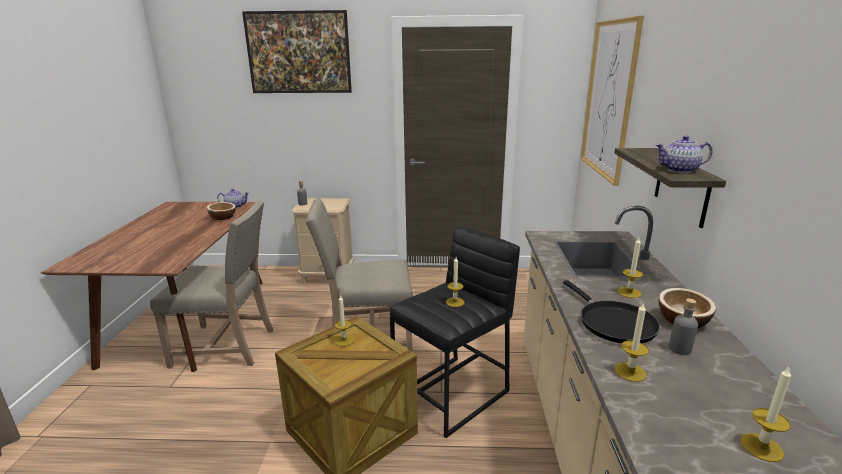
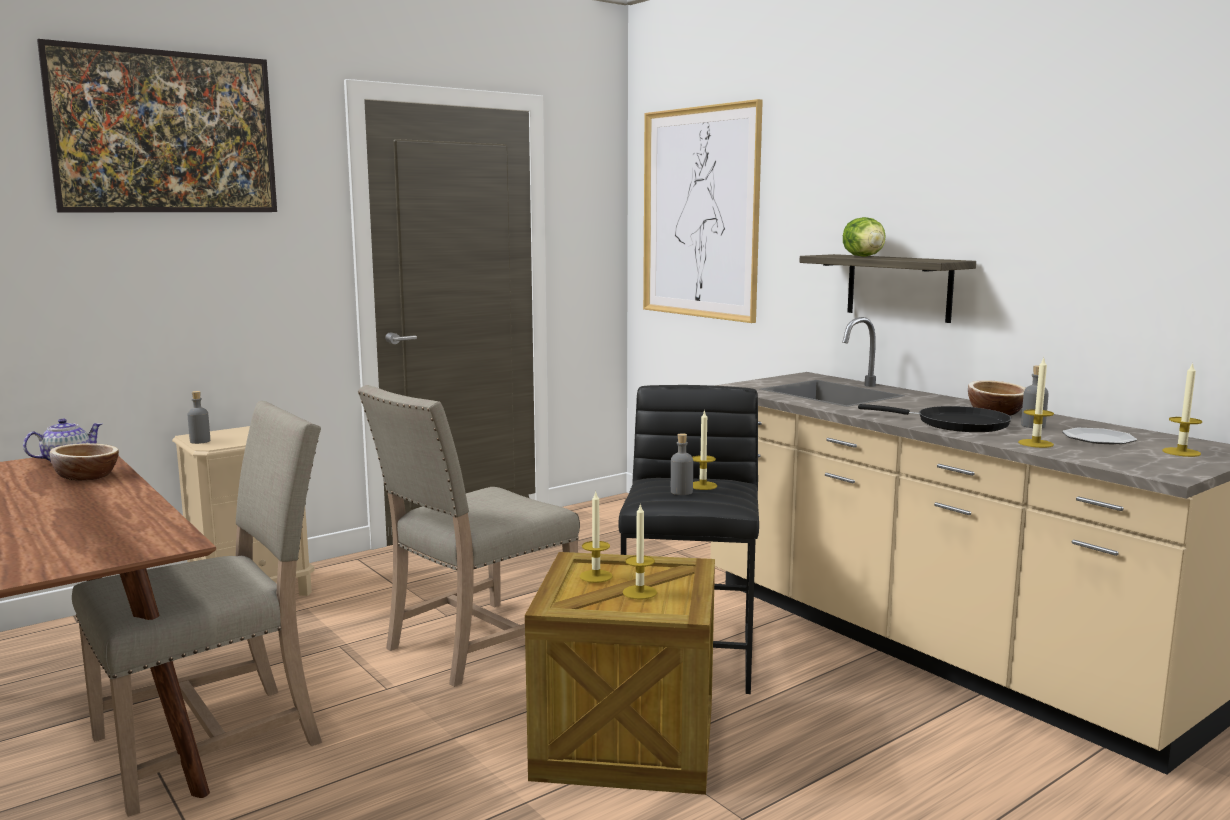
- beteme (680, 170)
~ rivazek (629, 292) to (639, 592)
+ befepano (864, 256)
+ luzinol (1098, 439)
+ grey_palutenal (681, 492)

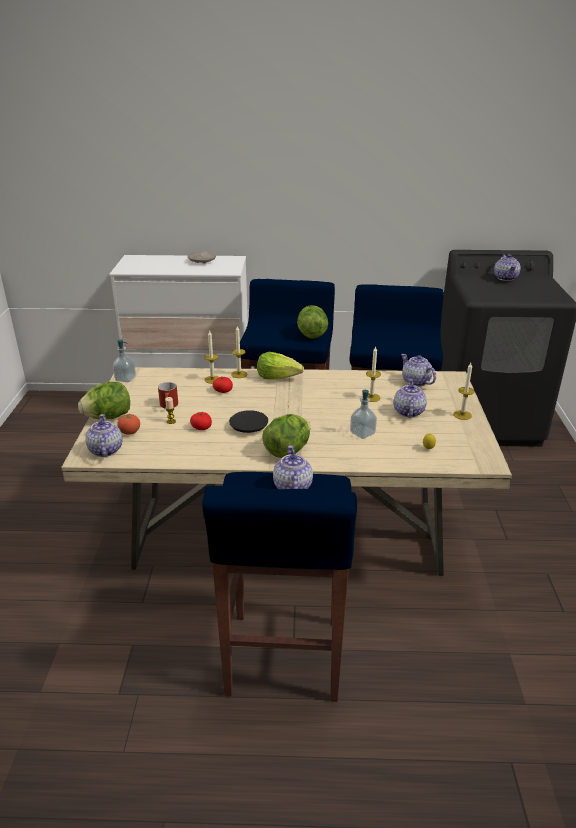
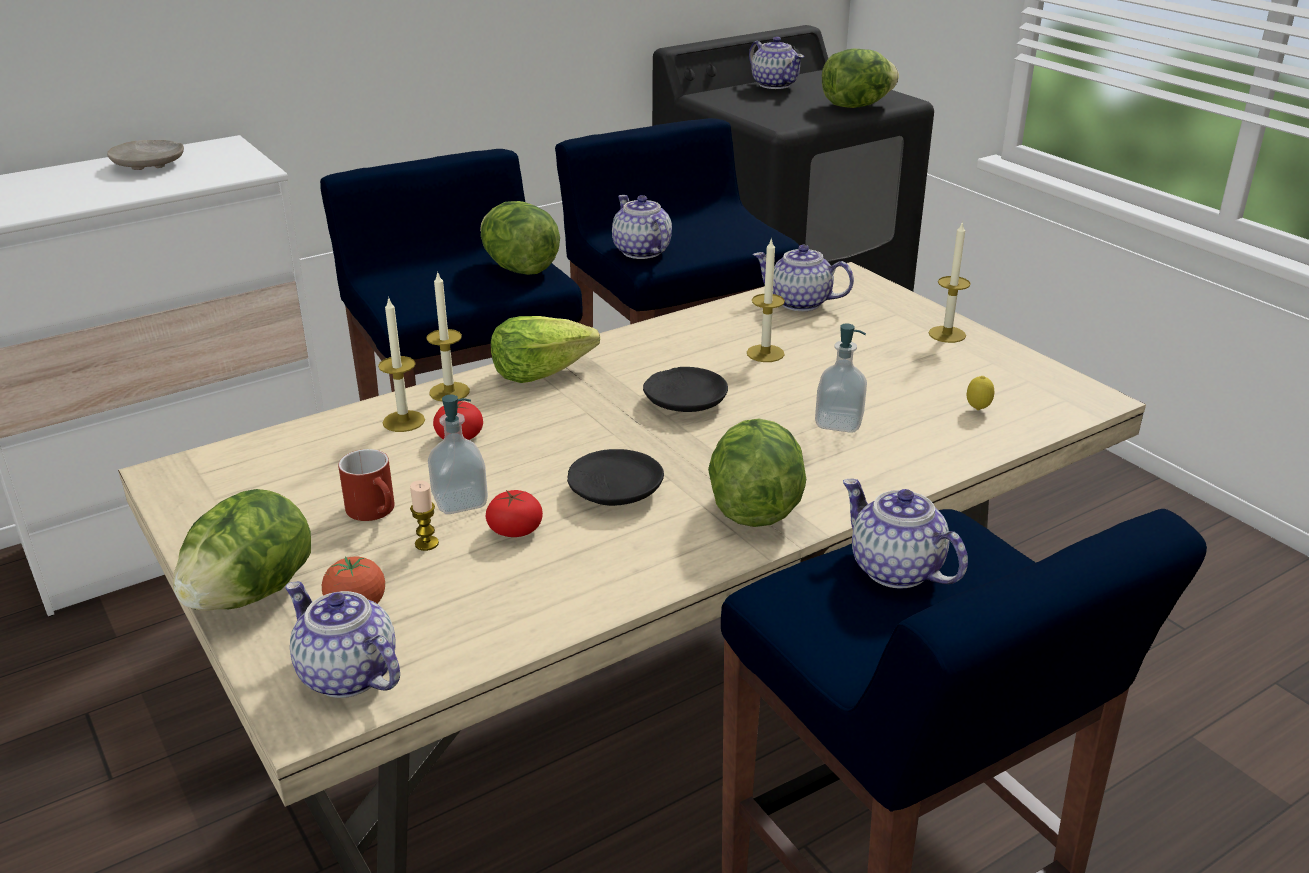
~ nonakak (125, 378) to (460, 501)
~ beteme (408, 412) to (641, 252)
+ befepano (856, 106)
+ black_luzinol (685, 402)

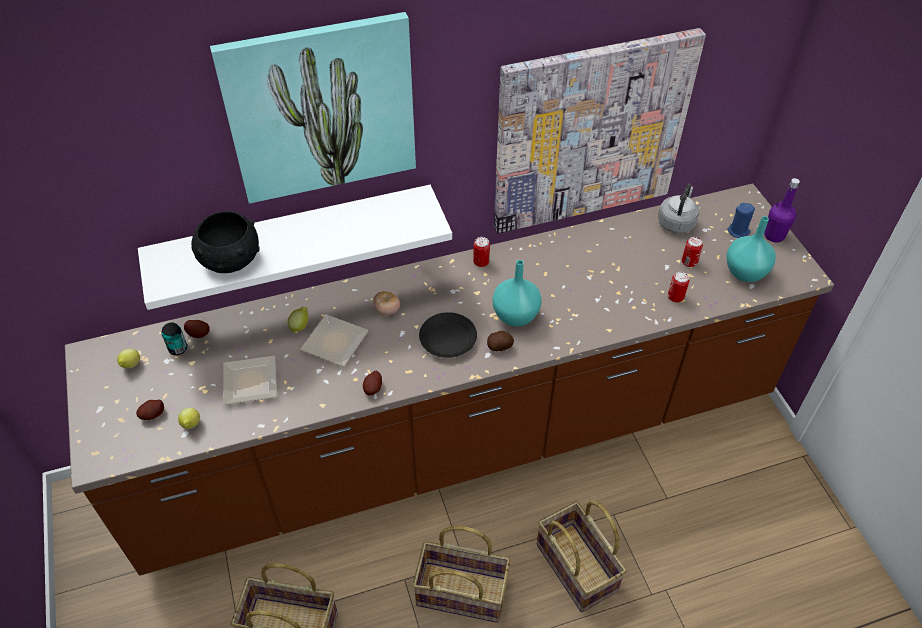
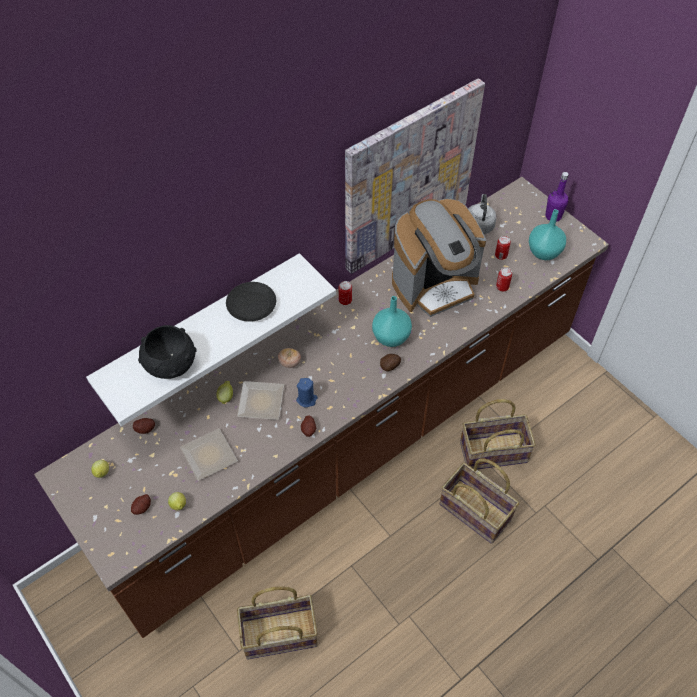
- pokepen (321, 109)
~ blue_rivazek (738, 231) to (306, 399)
~ black_luzinol (447, 339) to (251, 305)
- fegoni (178, 348)
~ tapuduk (462, 591) to (493, 451)
+ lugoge (435, 285)

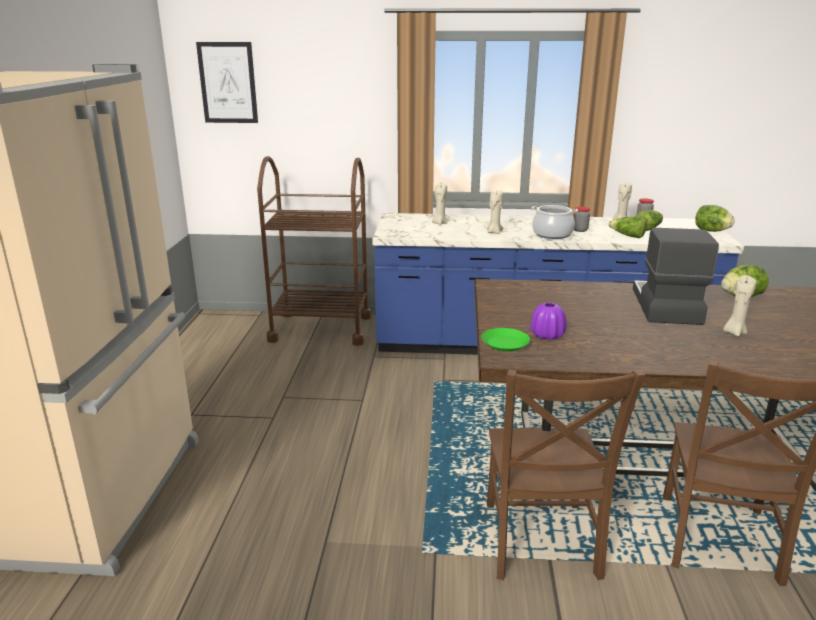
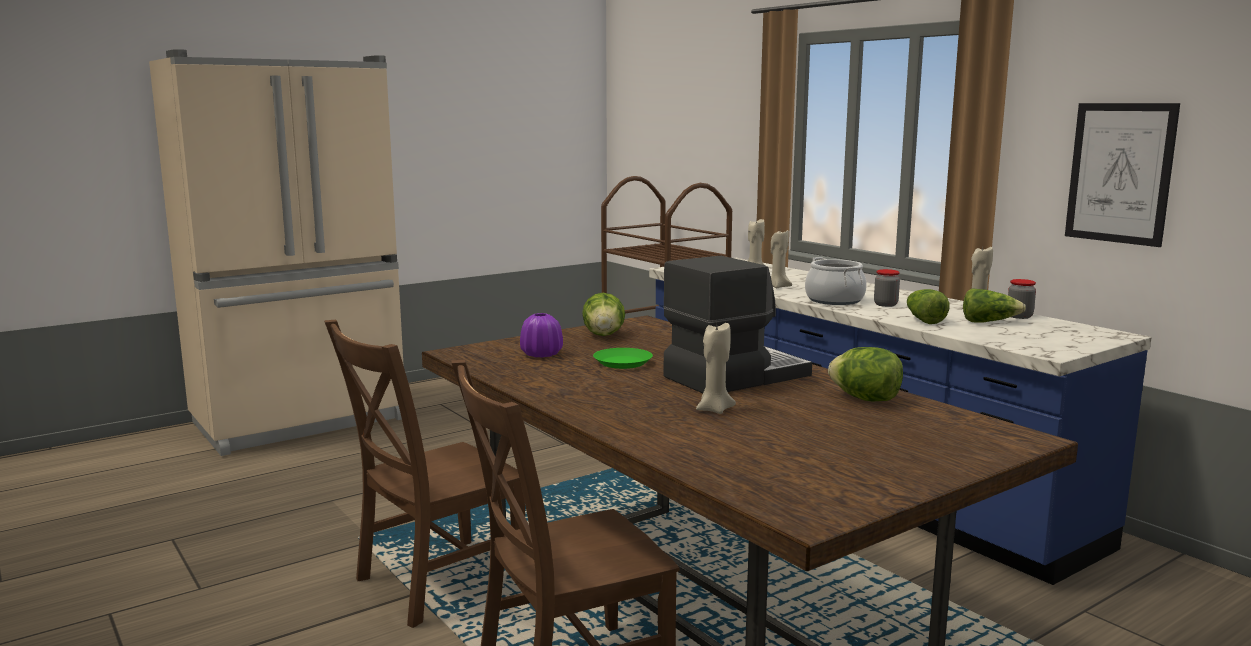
~ pokepen (228, 83) to (1120, 173)
~ befepano (711, 231) to (603, 335)
~ green_luzinol (505, 344) to (622, 363)

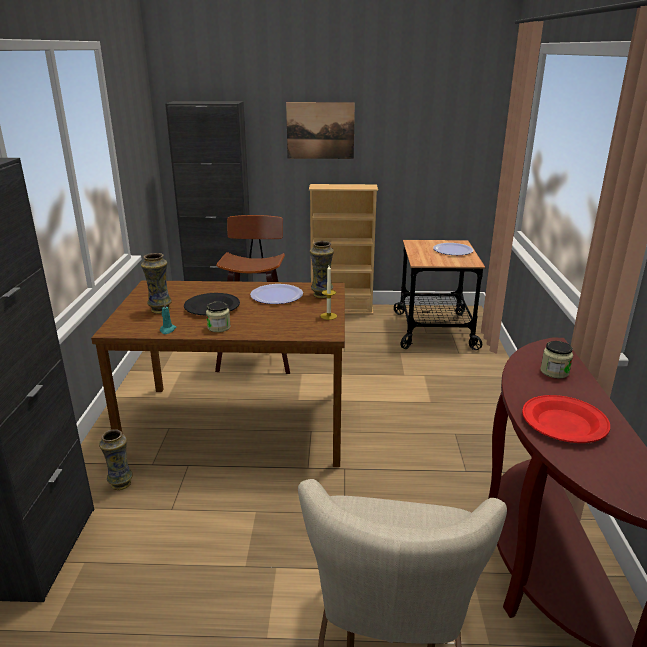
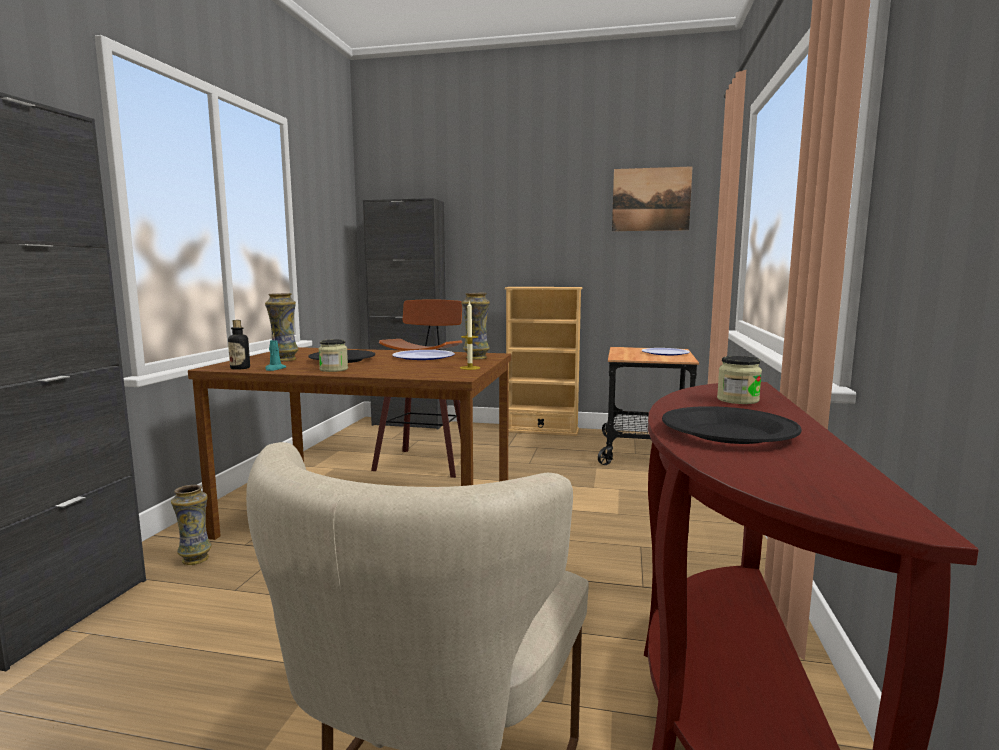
~ pokepen (320, 130) to (651, 199)
~ red_luzinol (563, 423) to black_luzinol (728, 432)
+ palutenal (240, 368)

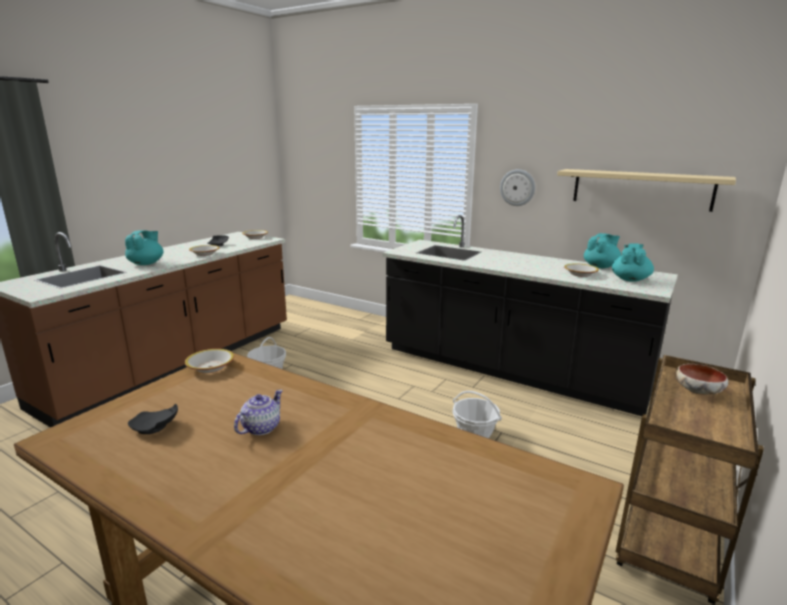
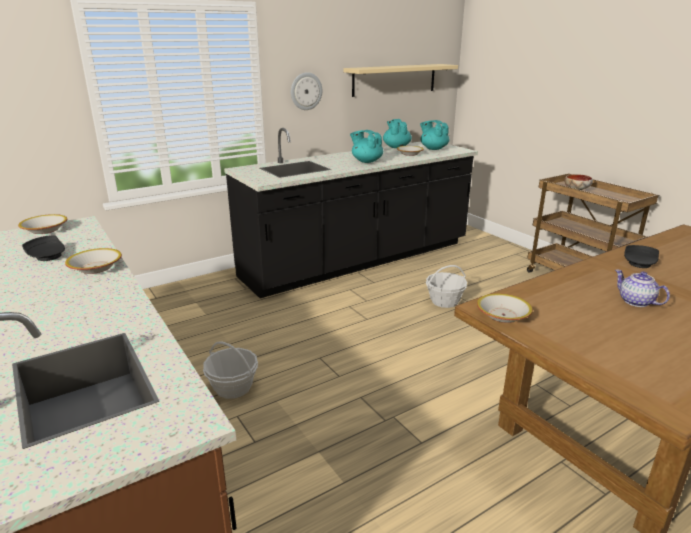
~ turquoise_beteme (146, 263) to (366, 161)
~ black_luzinol (155, 428) to (640, 263)

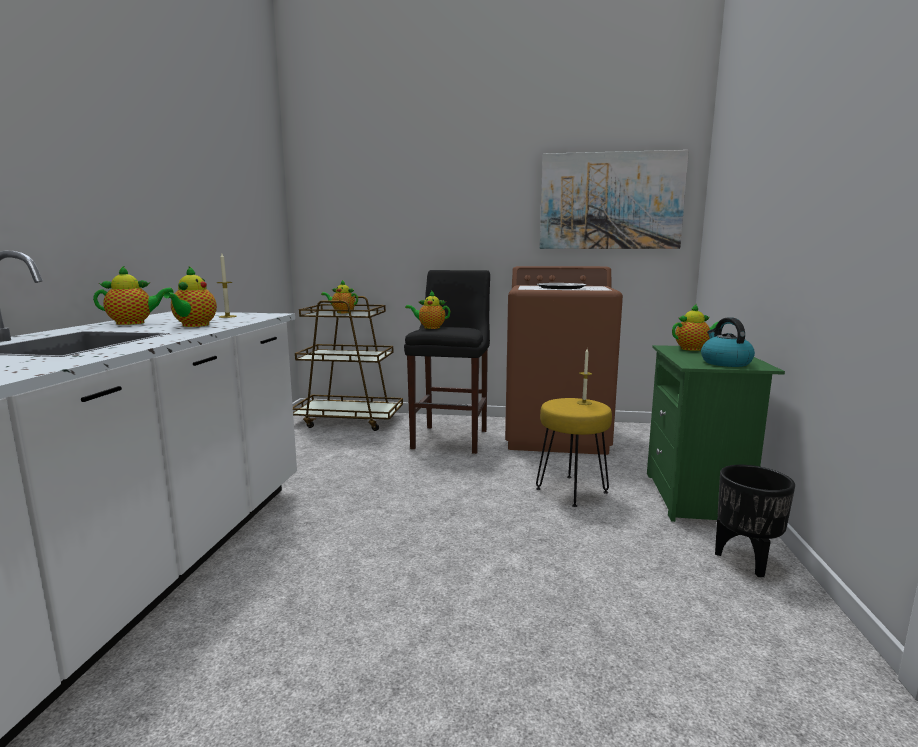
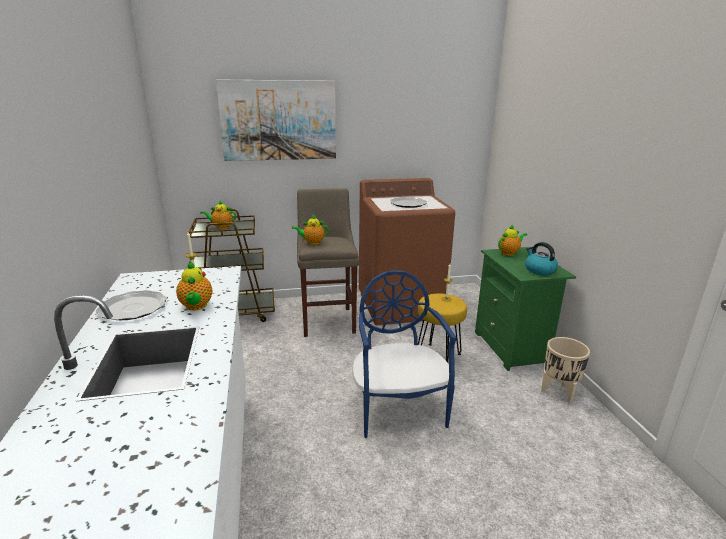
~ pokepen (610, 201) to (279, 120)
~ beteme (134, 323) to luzinol (133, 308)
~ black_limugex (452, 437) to beige_limugex (328, 320)
~ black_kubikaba (746, 561) to beige_kubikaba (558, 393)
+ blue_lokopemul (398, 408)

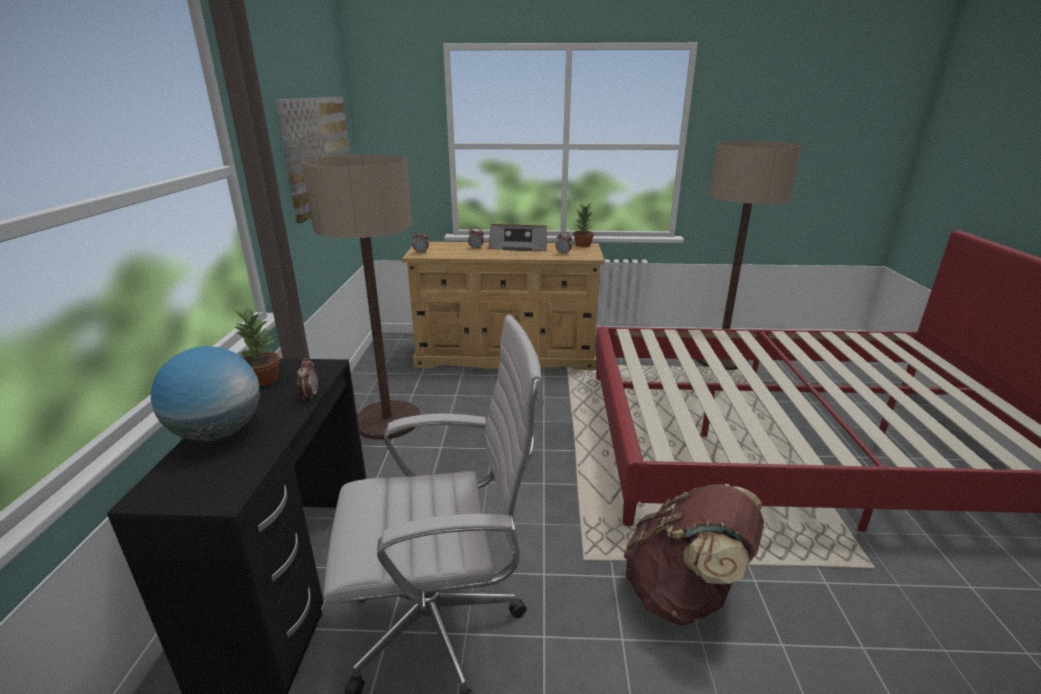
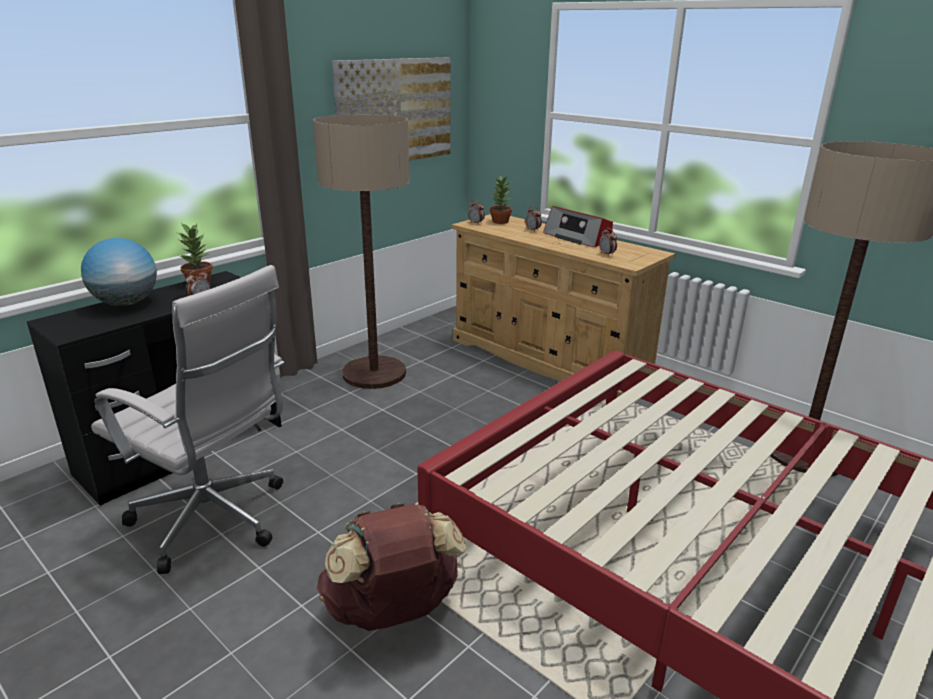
~ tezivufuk (583, 245) to (500, 222)

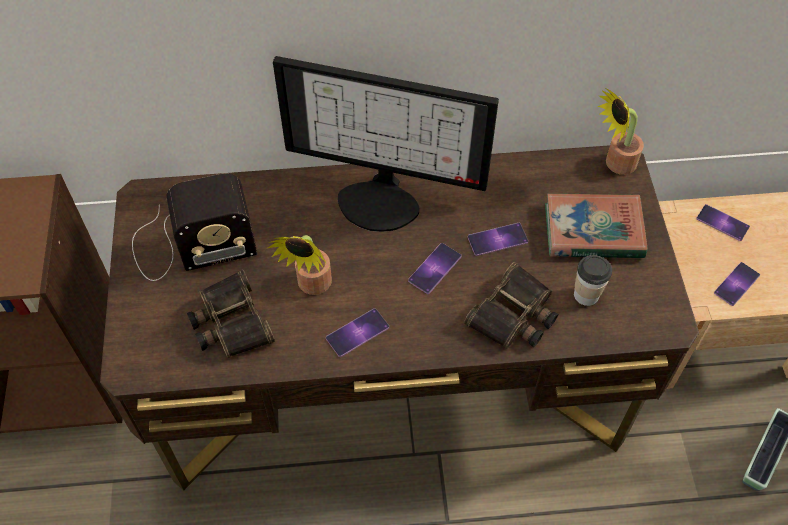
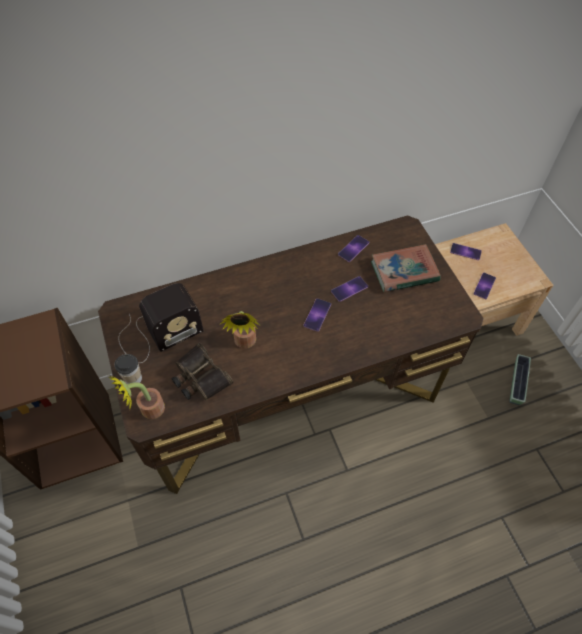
- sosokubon (381, 198)
~ tezivufuk (615, 164) to (148, 411)
~ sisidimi (586, 295) to (133, 379)
- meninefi (514, 316)
~ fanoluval (357, 332) to (353, 248)

